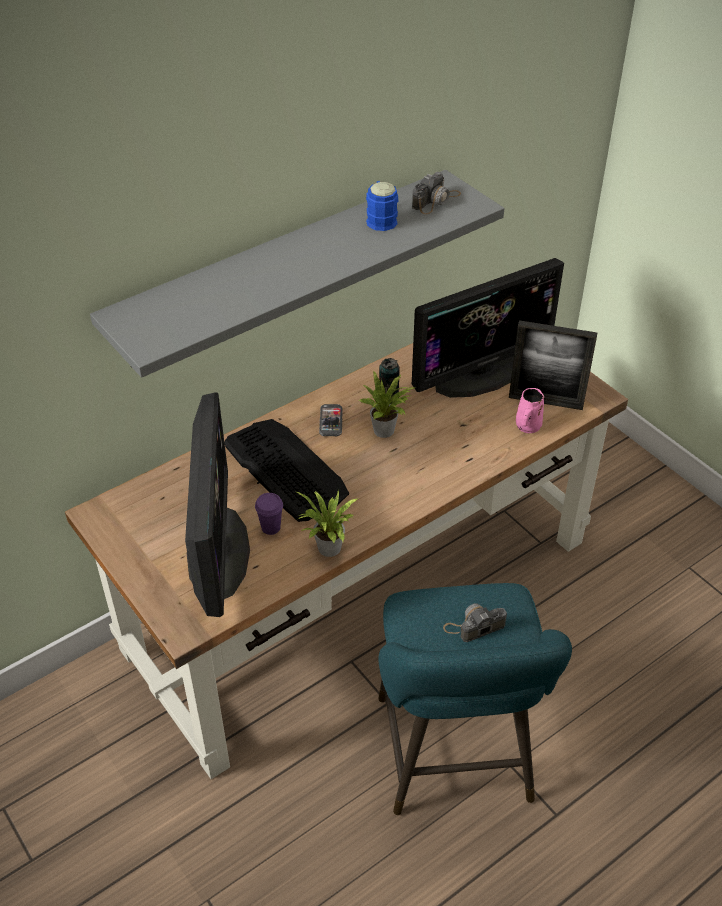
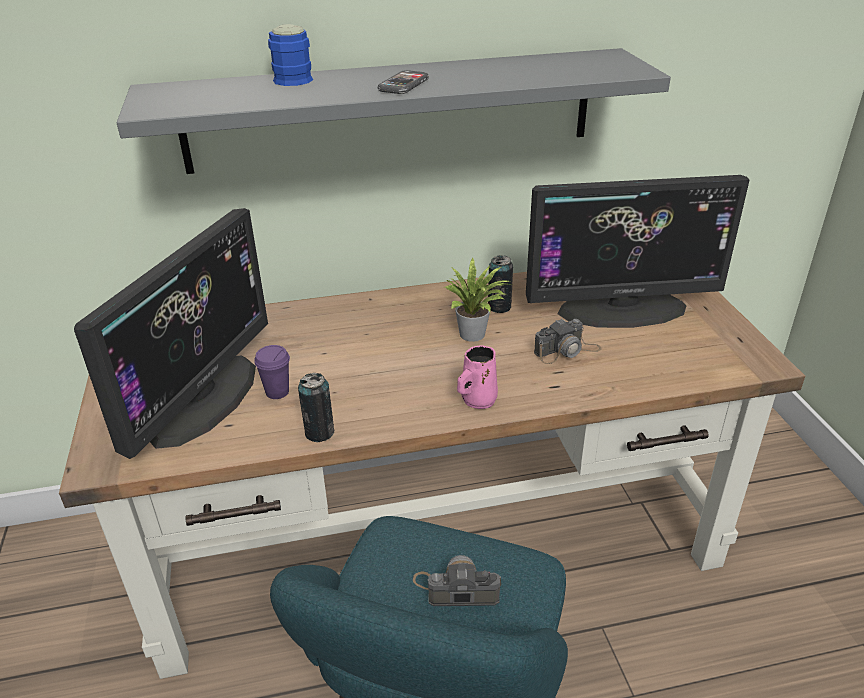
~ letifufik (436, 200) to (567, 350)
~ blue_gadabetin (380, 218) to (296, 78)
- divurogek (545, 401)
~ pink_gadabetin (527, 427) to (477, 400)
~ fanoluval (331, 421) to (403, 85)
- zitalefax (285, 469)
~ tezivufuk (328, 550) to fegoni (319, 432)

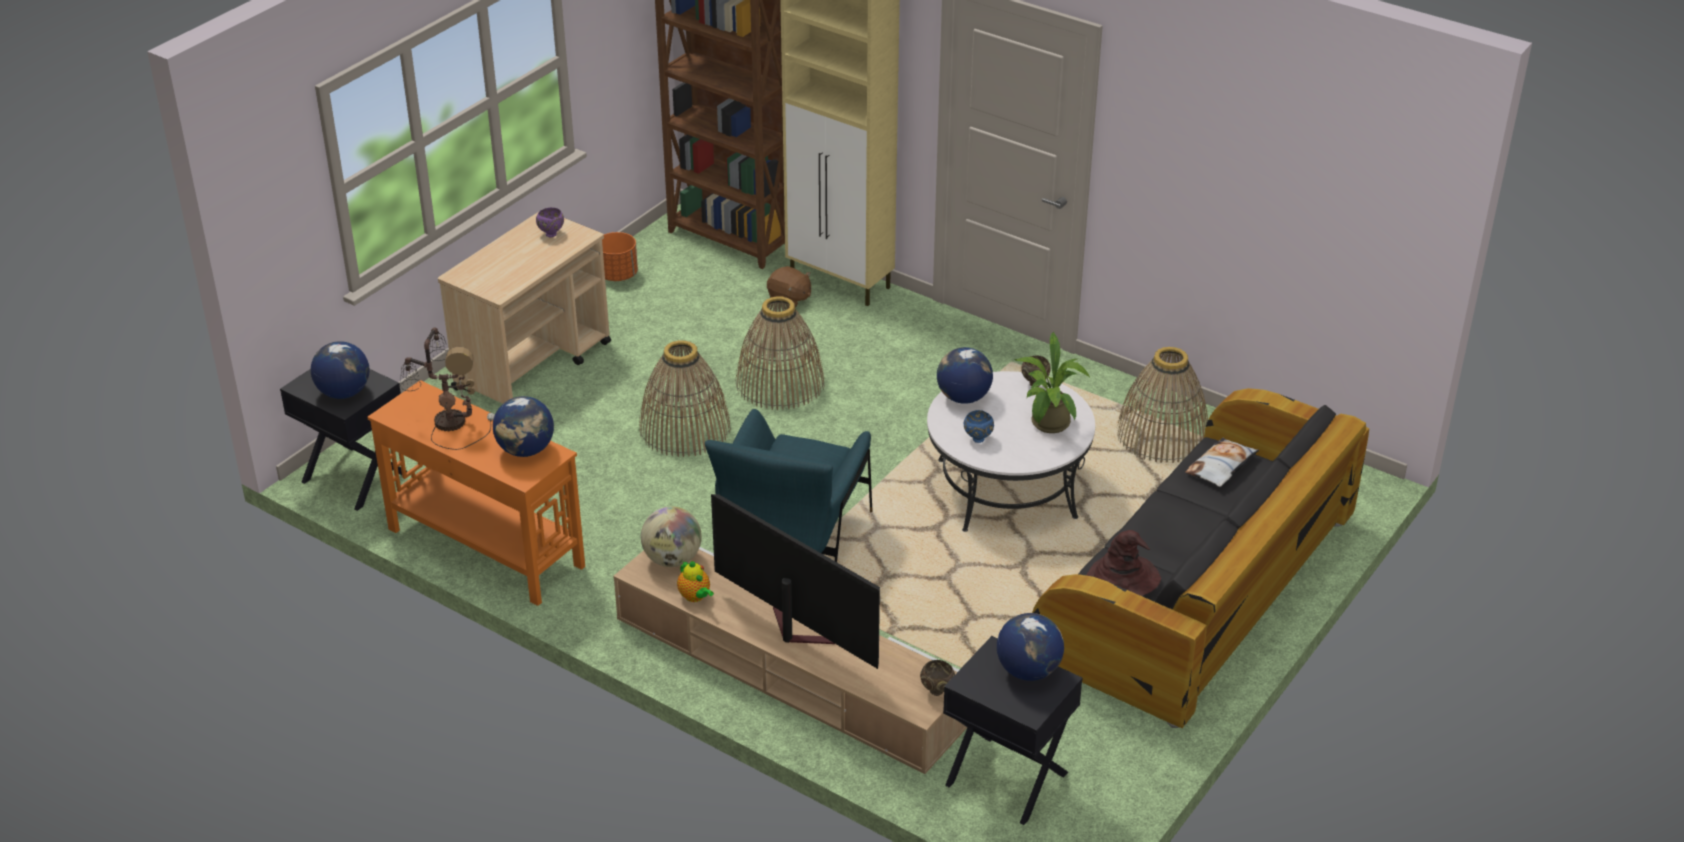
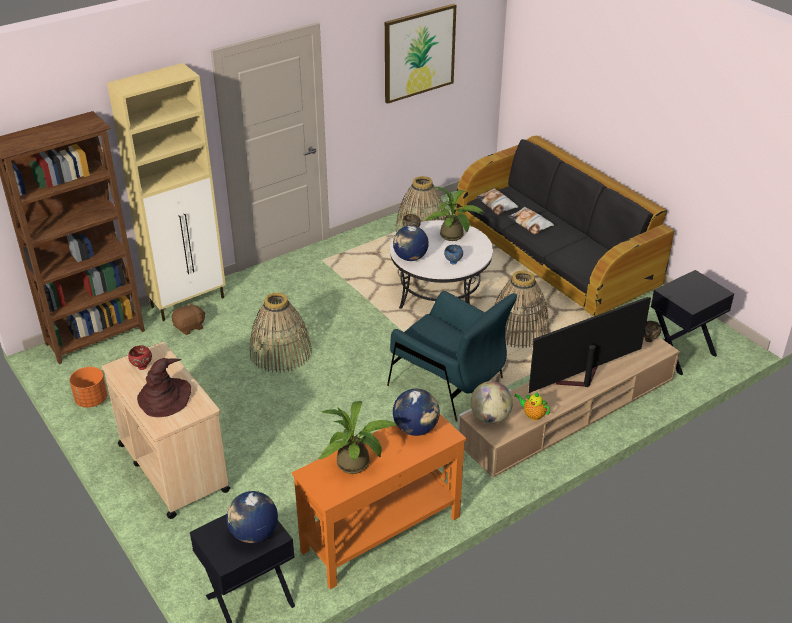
~ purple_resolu (551, 234) to red_resolu (141, 367)
~ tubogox (448, 421) to tezivufuk (357, 464)
~ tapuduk (684, 428) to (518, 329)
~ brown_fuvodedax (1122, 580) to (164, 398)
~ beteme (695, 597) = (532, 415) 135 degrees counterclockwise
- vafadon (1028, 670)
+ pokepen (419, 53)
+ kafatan (530, 223)

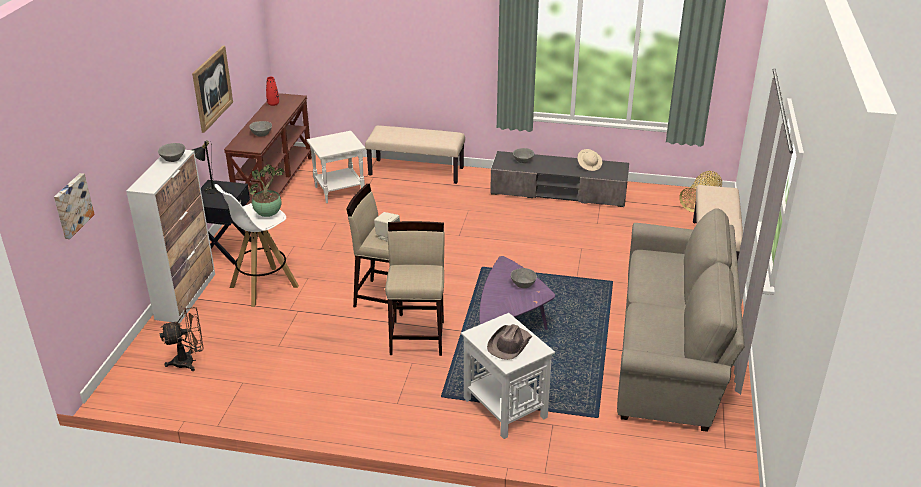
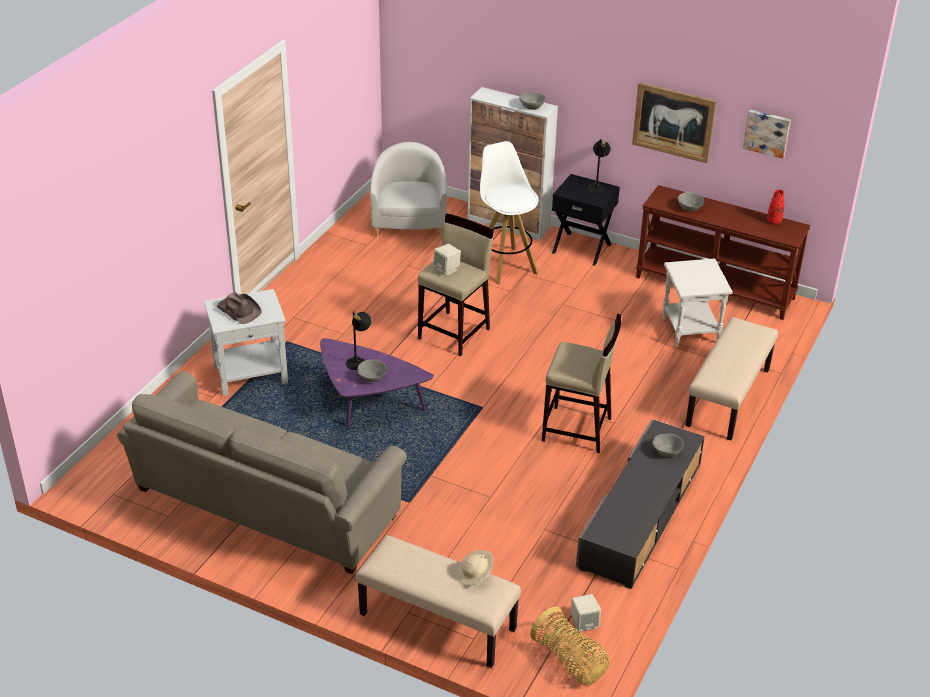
~ beige_fuvodedax (589, 165) to (475, 575)
- tezivufuk (269, 214)
~ pokepen (72, 205) to (767, 132)
~ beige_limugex (418, 337) to (577, 430)
~ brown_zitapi (189, 361) to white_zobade (409, 222)
+ black_tubogox (358, 361)
+ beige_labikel (584, 623)

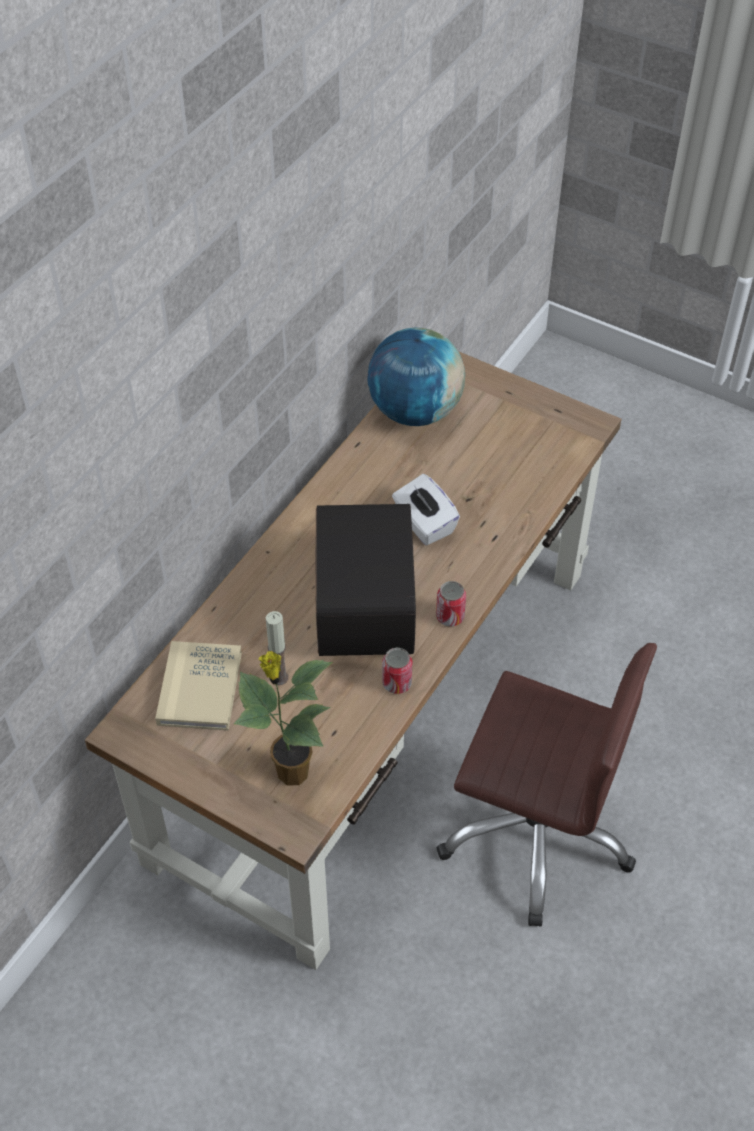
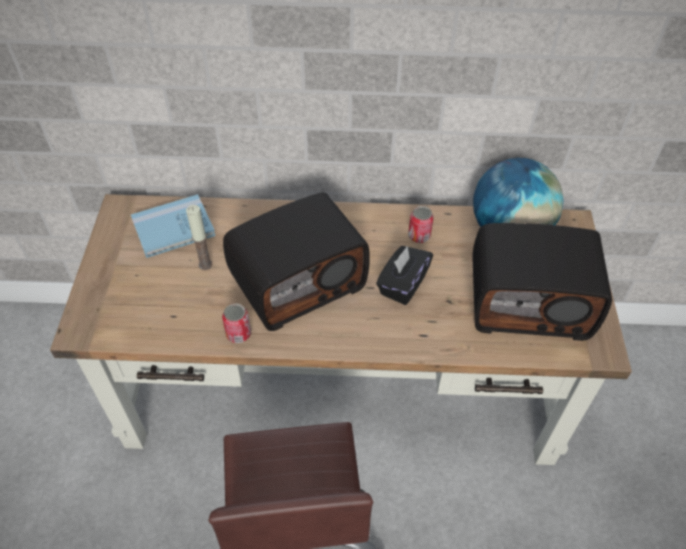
~ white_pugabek (424, 524) to black_pugabek (402, 284)
~ fegoni (450, 616) to (419, 236)
~ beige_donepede (200, 688) to blue_donepede (173, 228)
- tezivufuk (290, 772)
+ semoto (529, 302)

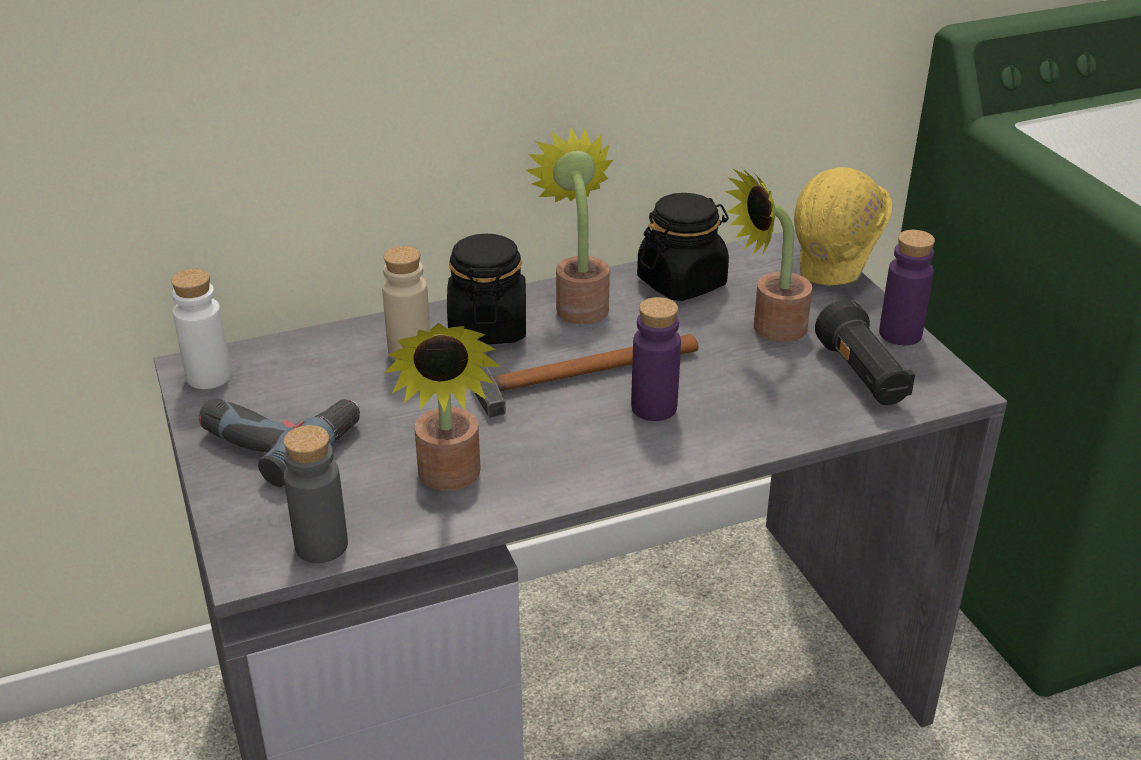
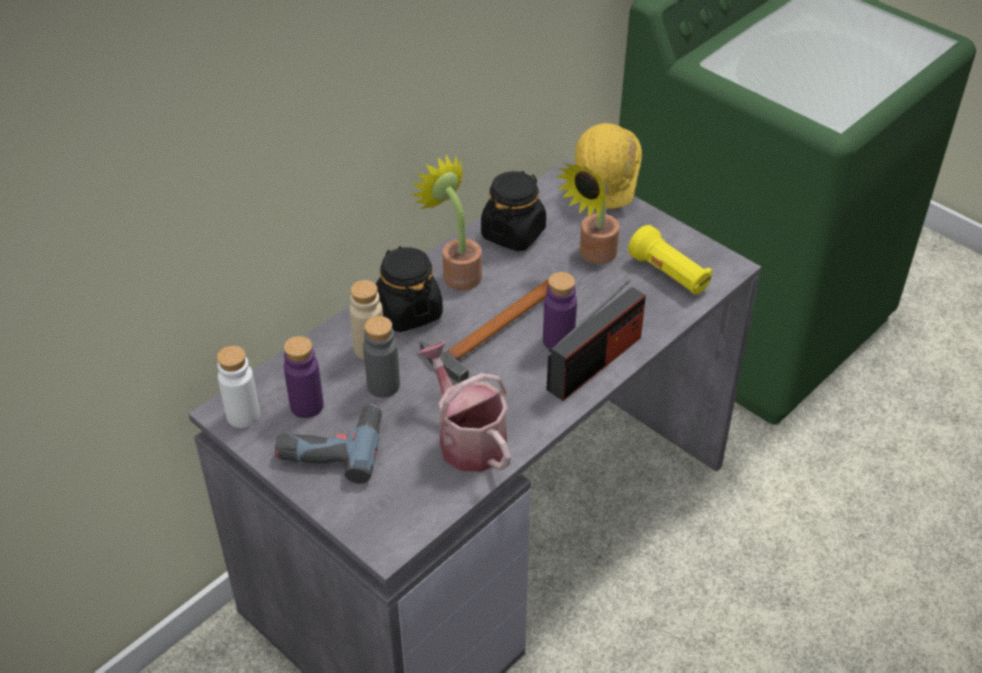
~ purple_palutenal (900, 334) to (307, 406)
~ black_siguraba (862, 376) to yellow_siguraba (669, 275)
~ tezivufuk (450, 479) to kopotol (467, 438)
~ grey_palutenal (321, 545) to (383, 385)
+ semoto (594, 363)

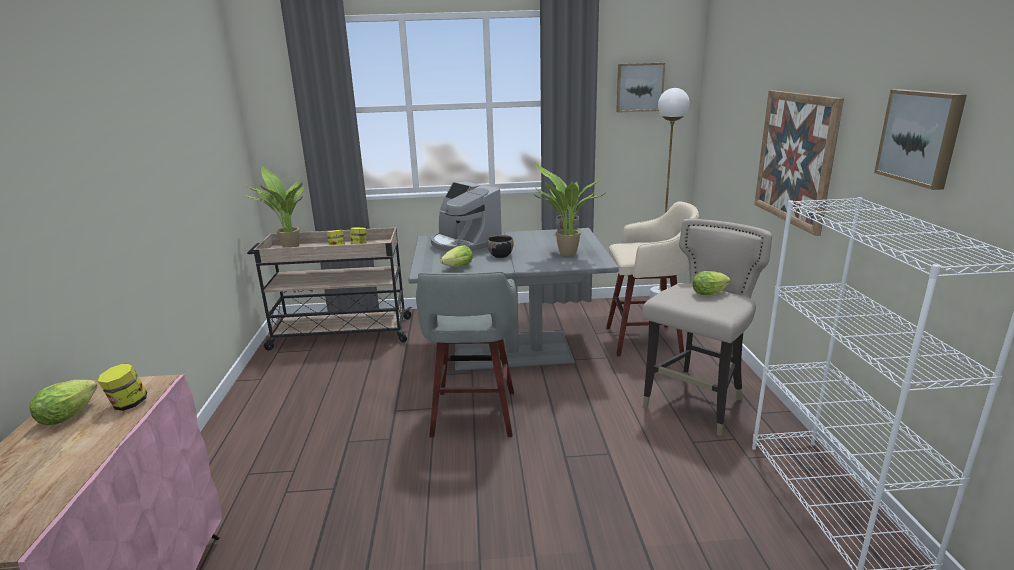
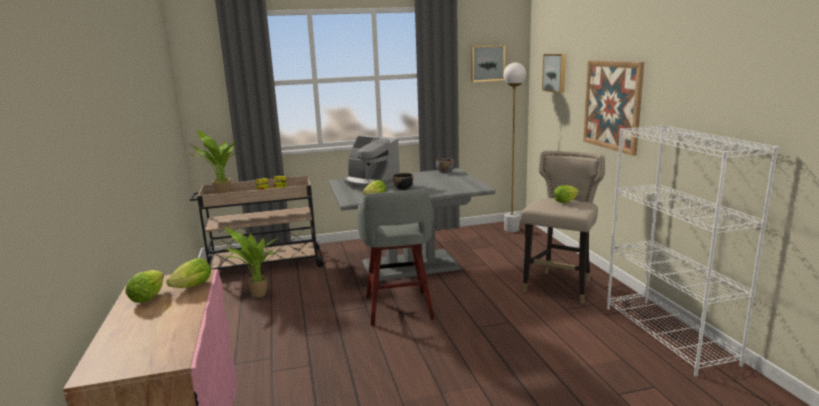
~ pokepen (921, 137) to (555, 73)
~ tezivufuk (566, 255) to (257, 296)
- beige_limugex (646, 340)
~ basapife (128, 404) to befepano (190, 287)

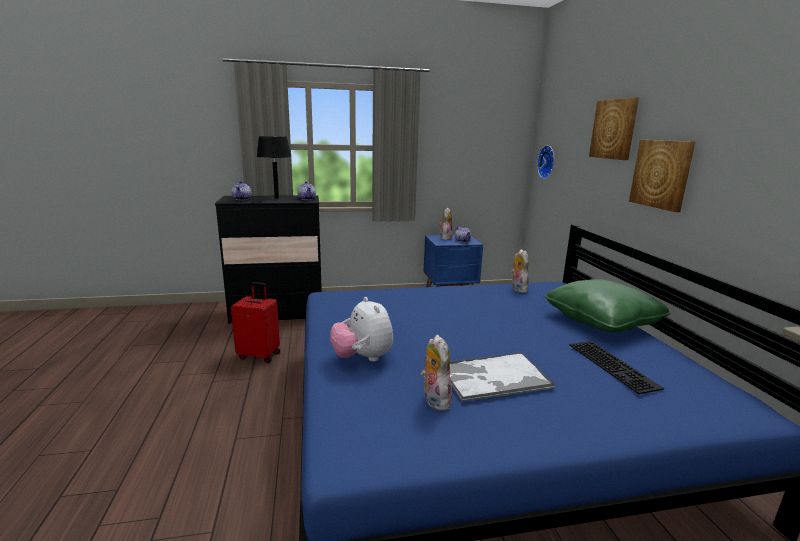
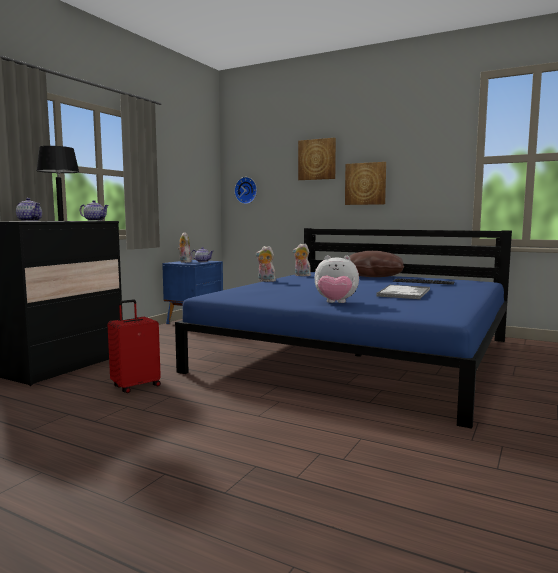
~ green_kafatan (601, 321) to brown_kafatan (373, 276)
~ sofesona (434, 399) to (265, 281)

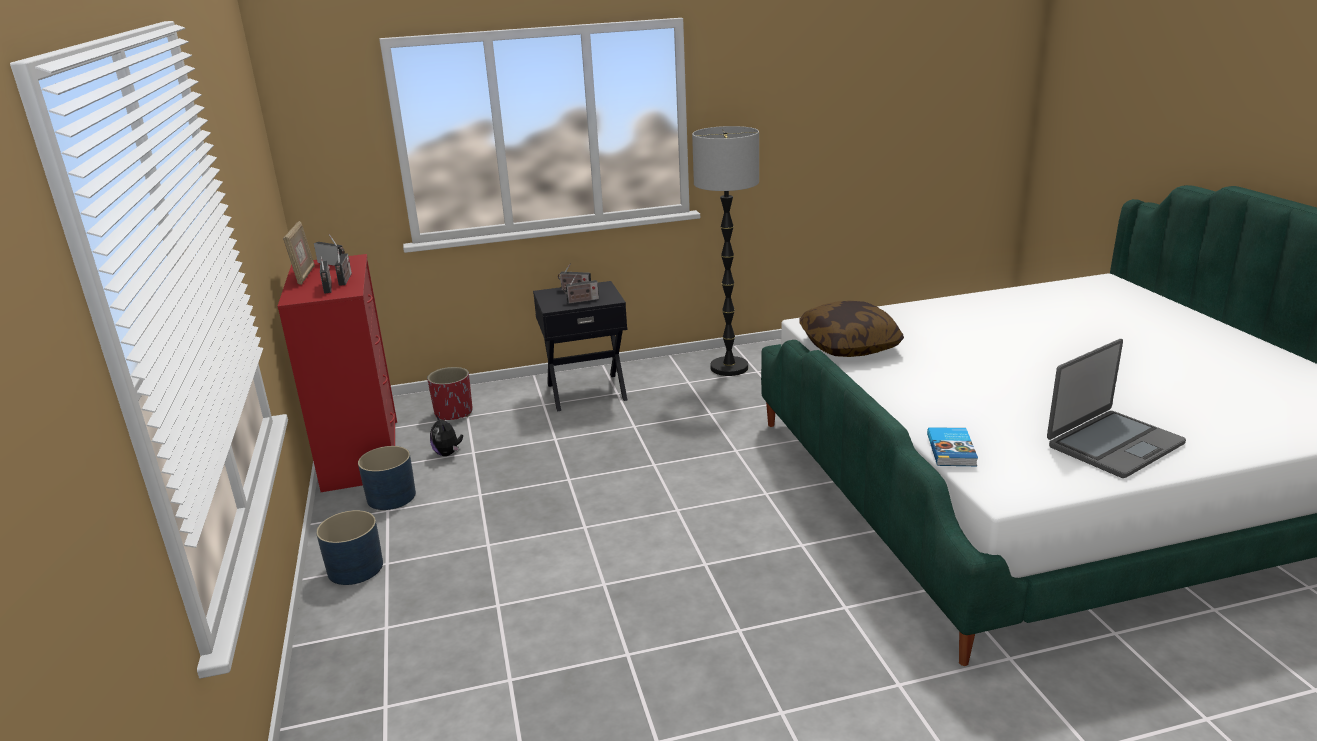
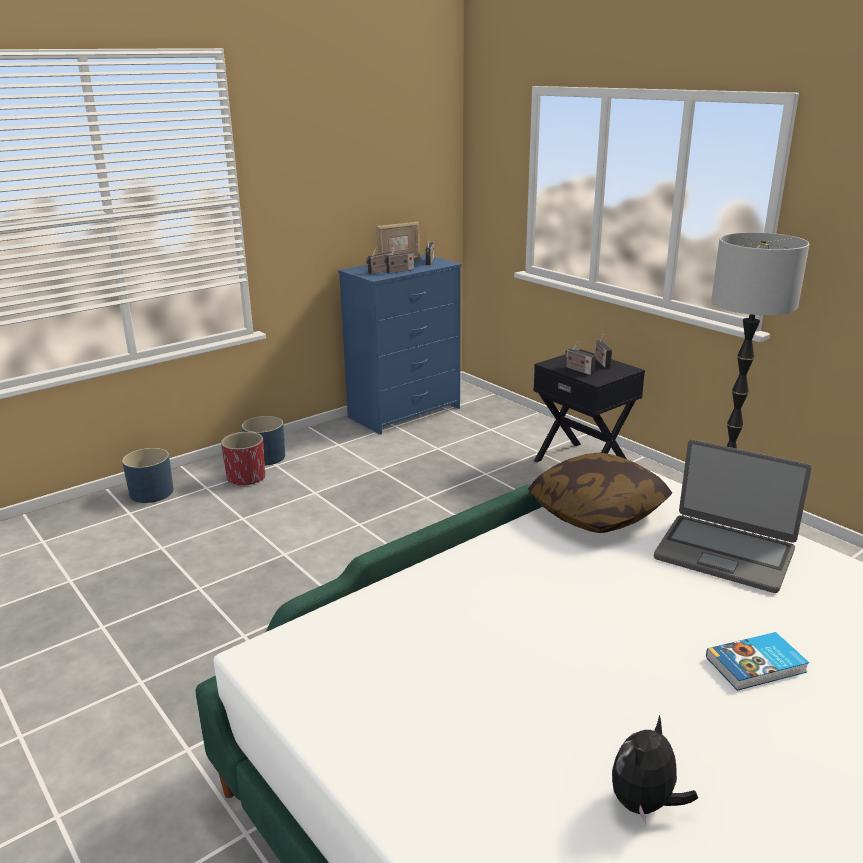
~ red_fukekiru (361, 454) to blue_fukekiru (405, 412)
~ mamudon (1113, 444) to (724, 553)
~ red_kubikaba (454, 413) to (246, 478)
~ sofesona (448, 453) to (645, 804)
~ donepede (952, 450) to (757, 665)
~ blue_kubikaba (392, 497) to (152, 493)

